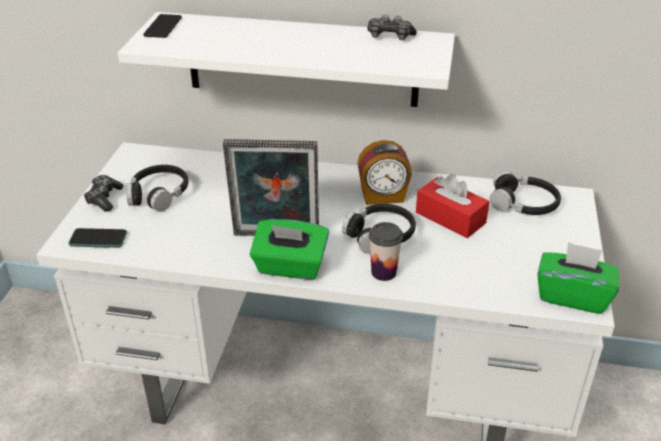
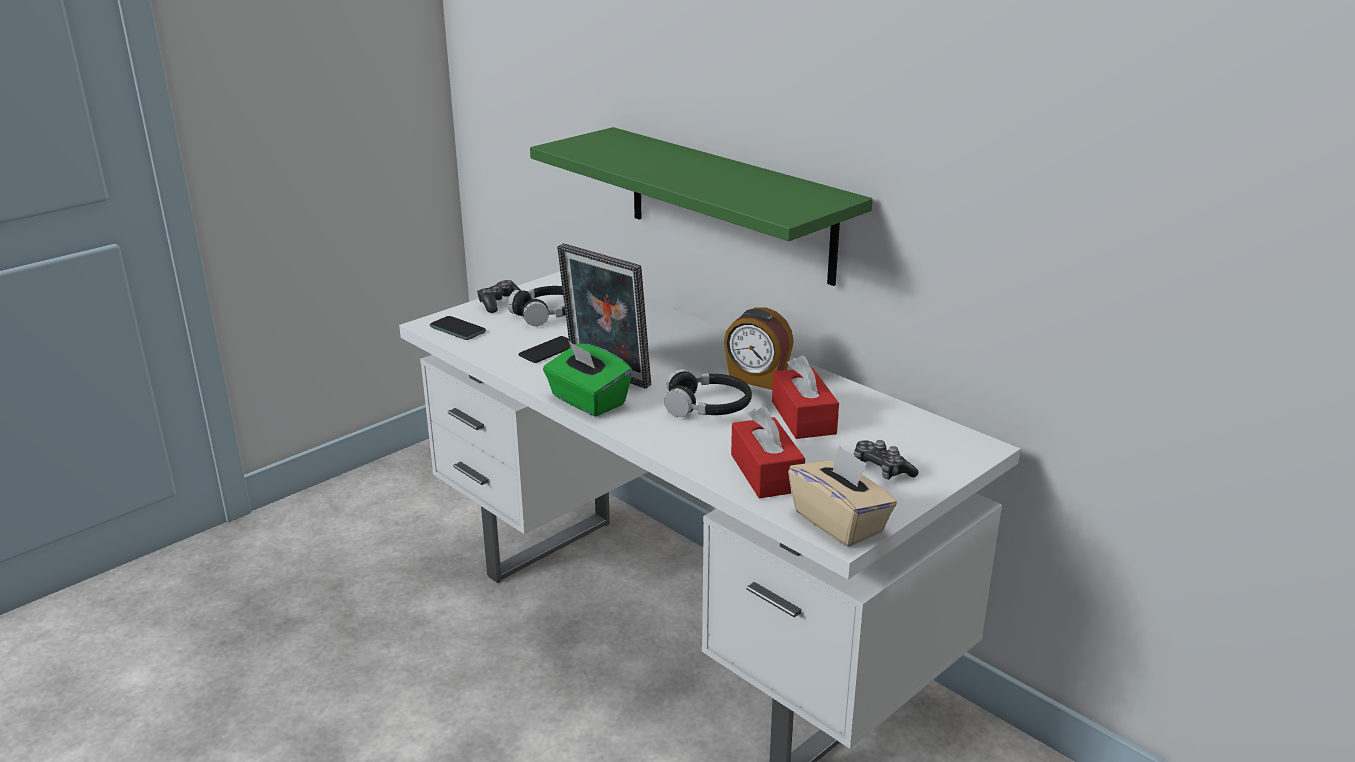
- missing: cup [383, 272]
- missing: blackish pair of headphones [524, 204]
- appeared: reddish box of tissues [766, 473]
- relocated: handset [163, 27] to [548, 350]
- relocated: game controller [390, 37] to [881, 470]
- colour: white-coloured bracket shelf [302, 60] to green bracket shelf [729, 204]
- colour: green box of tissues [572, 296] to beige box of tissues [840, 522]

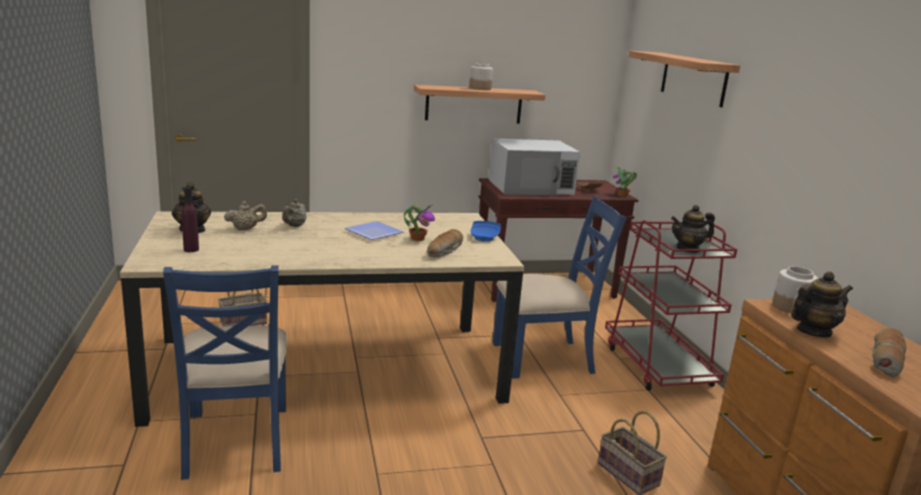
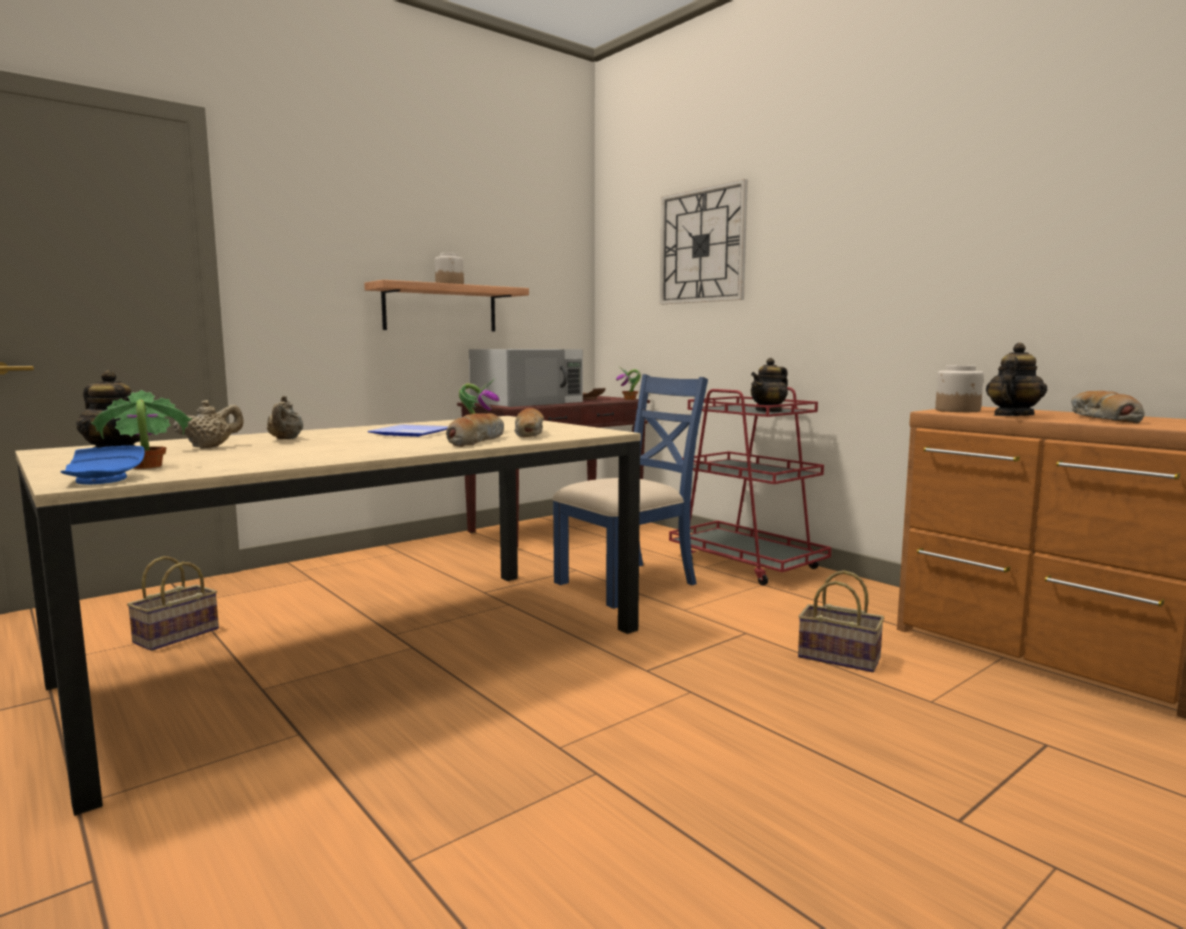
- missing: blue chair [235, 441]
- appeared: baked bread [476, 441]
- relocated: blue flat dish [484, 237] to [105, 479]
- exchanged: purple-coloured beverage bottle [191, 249] to houseplant [145, 466]
- exchanged: bracket shelf [693, 78] to clock on the wall [702, 246]

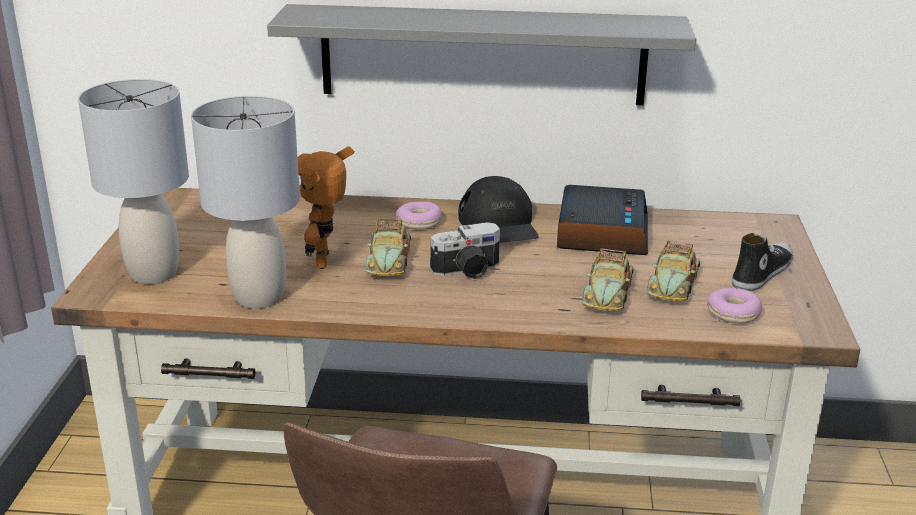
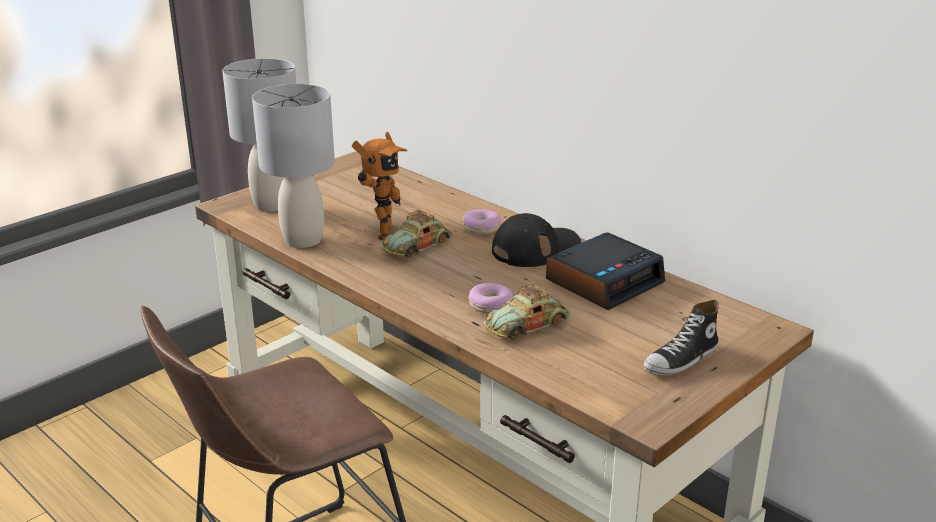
- missing: grey bracket shelf [483, 55]
- missing: photo camera [467, 271]
- missing: miniature car [673, 284]
- relocated: doughnut [733, 314] to [490, 305]
- spun: toy robot [329, 261] = [380, 233] 150 degrees clockwise
- spun: blackish baseball cap [499, 224] = [536, 248] 150 degrees counterclockwise
- spun: item of footwear [761, 273] = [681, 360] 150 degrees clockwise

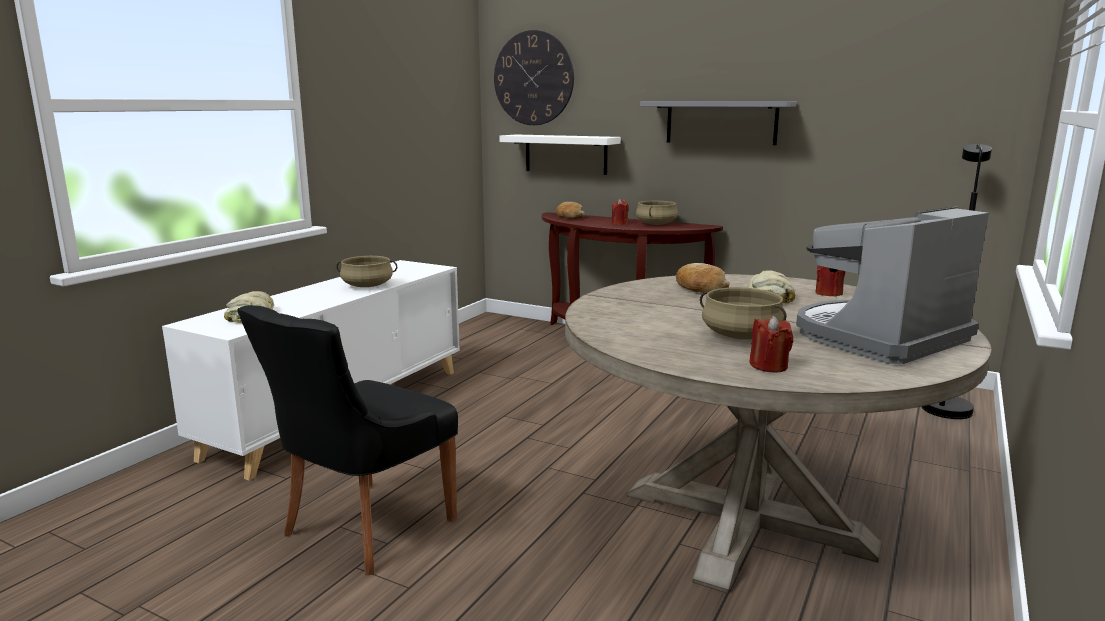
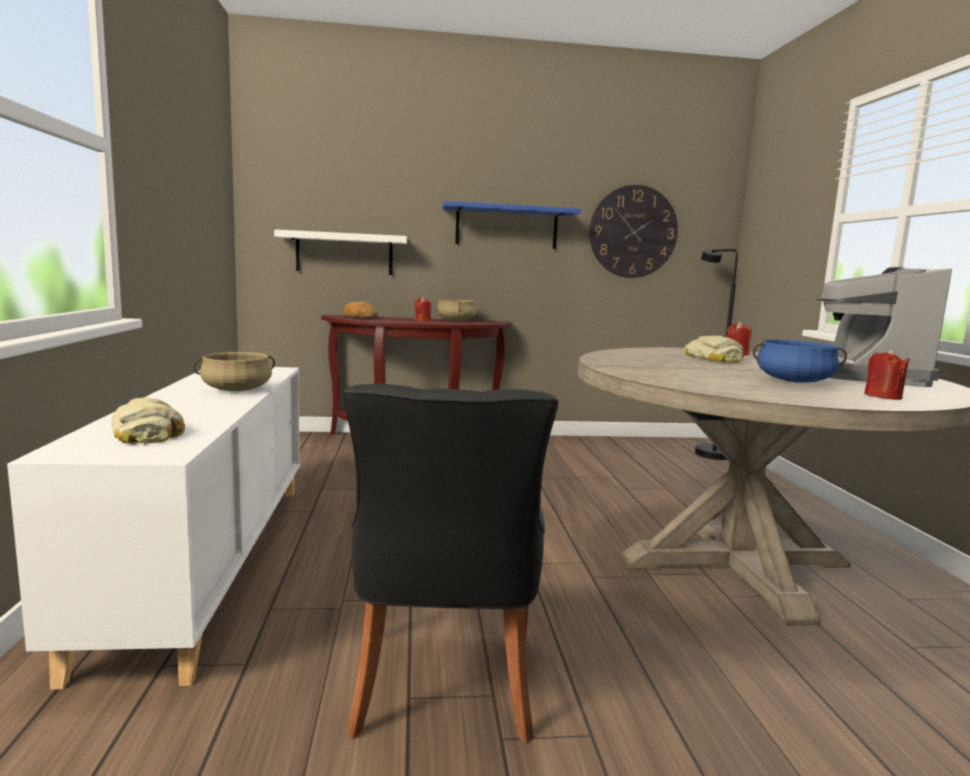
- missing: baked bread [700, 288]
- relocated: clock on the wall [533, 78] to [633, 232]
- colour: grey bracket shelf [721, 122] to blue bracket shelf [506, 227]
- colour: beige cooking pot [740, 336] to blue cooking pot [794, 381]

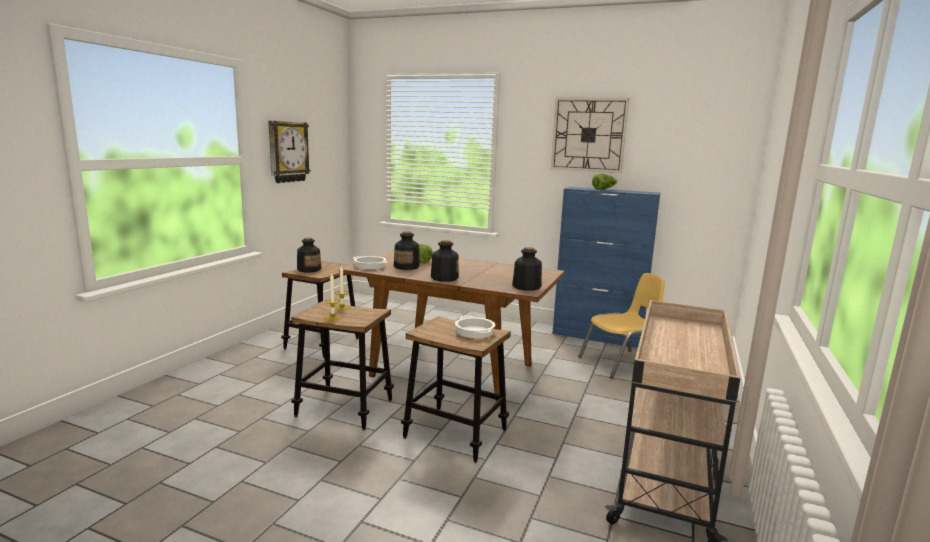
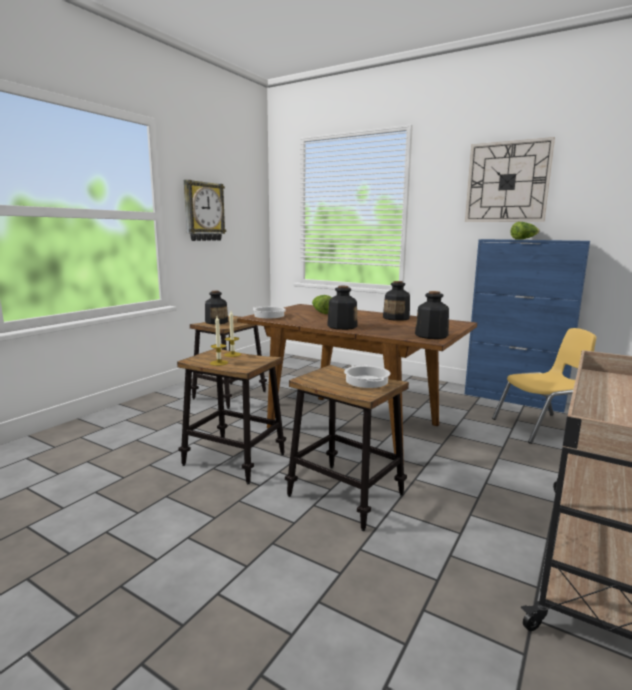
- relocated: beverage bottle [407, 267] to [396, 318]

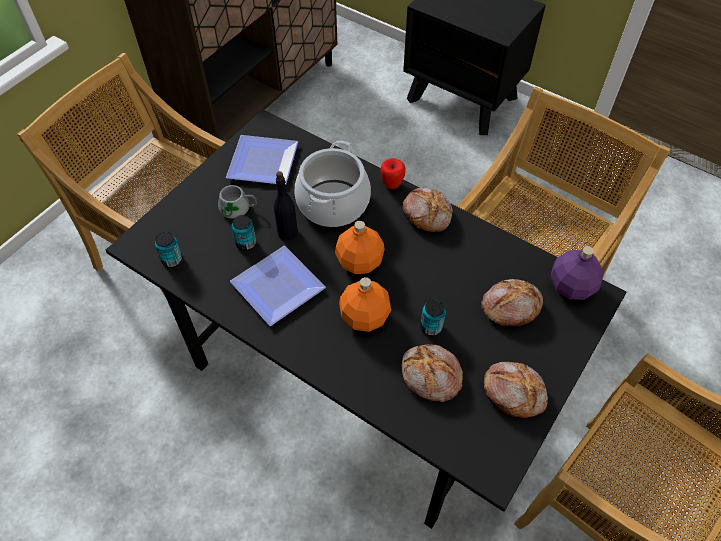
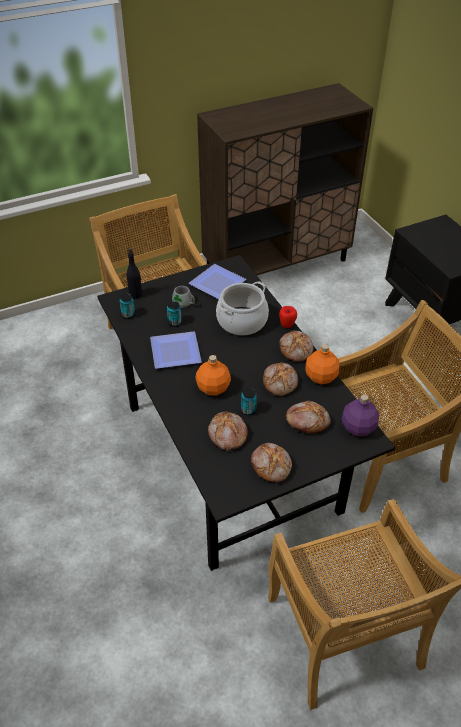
- appeared: baked bread [281, 383]
- relocated: blackish beverage bottle [288, 232] to [136, 294]
- relocated: orange-coloured beverage bottle [359, 262] to [320, 376]

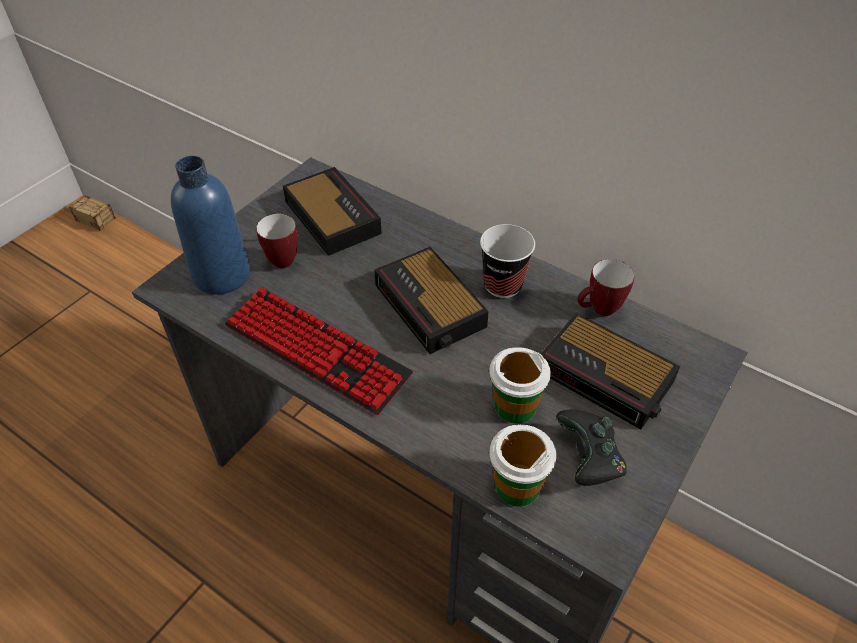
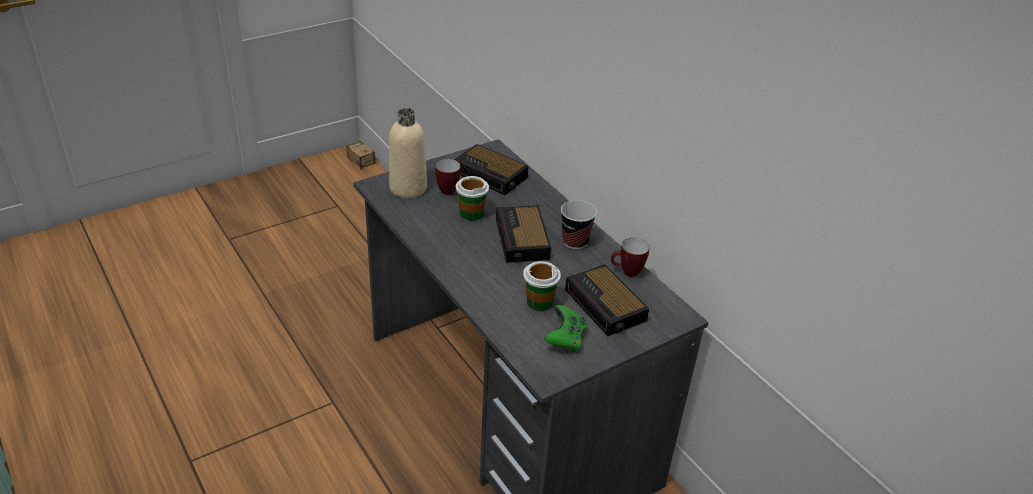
- missing: PC keyboard [316, 351]
- relocated: cup [517, 485] to [471, 213]
- colour: blue beverage bottle [221, 275] to beige beverage bottle [408, 188]
- colour: blackish game controller [589, 459] to green game controller [565, 339]
- spun: table clock [331, 216] = [491, 175] 135 degrees clockwise

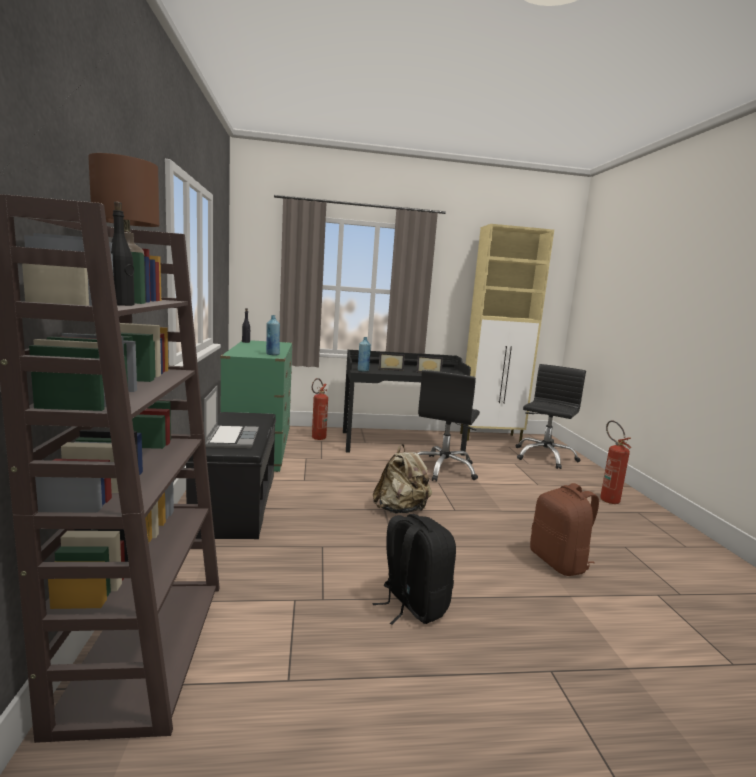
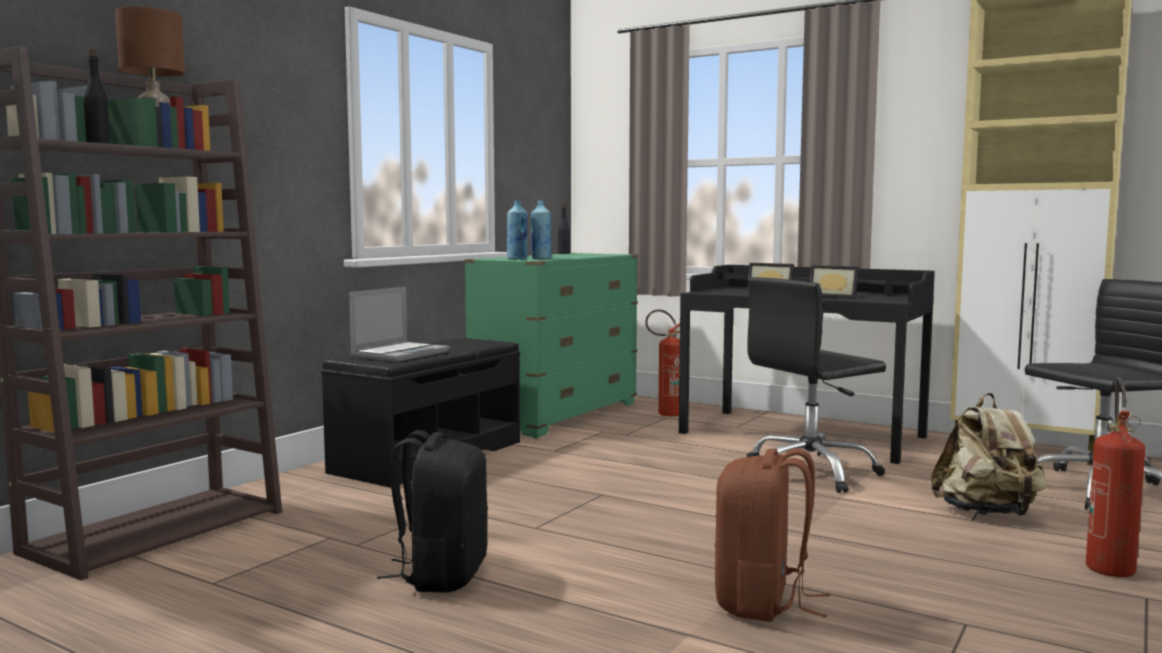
- relocated: blue beverage bottle [363, 370] to [517, 259]
- relocated: beige knapsack [401, 510] to [987, 513]

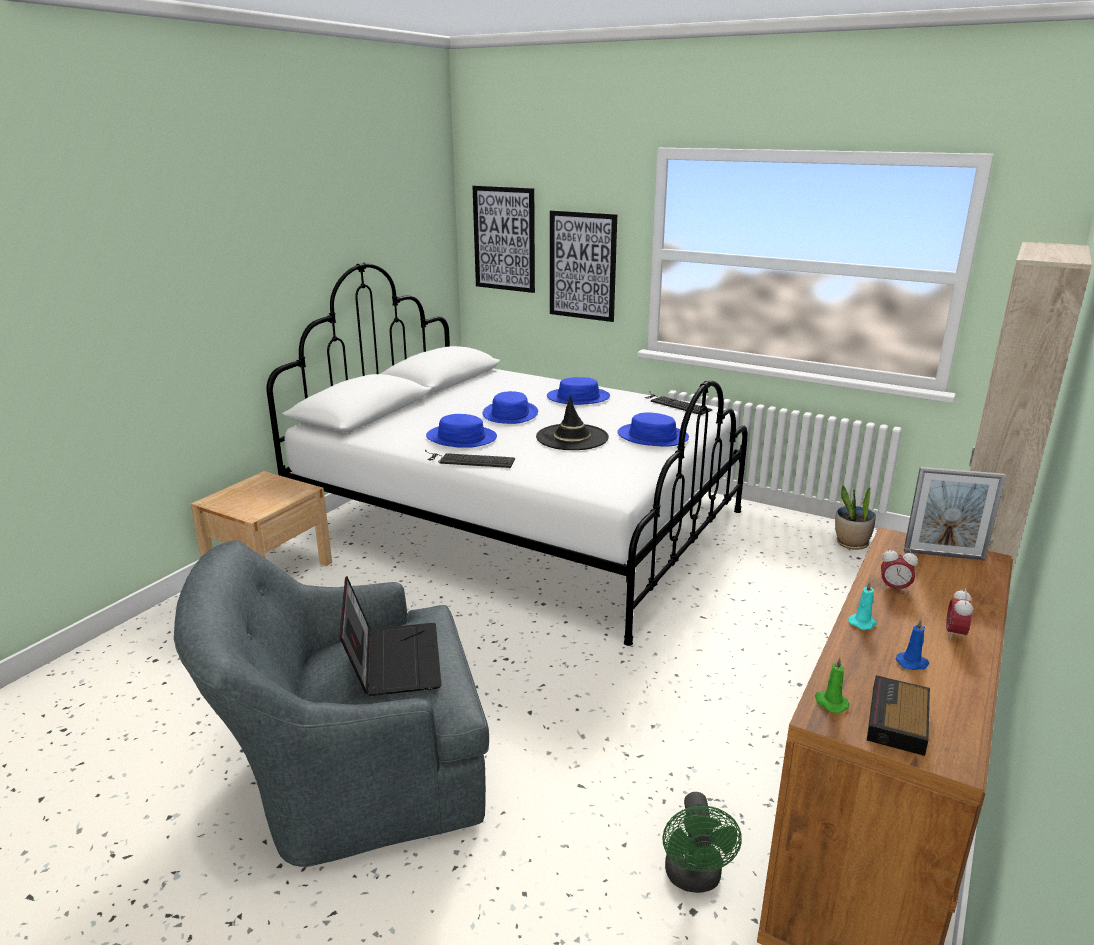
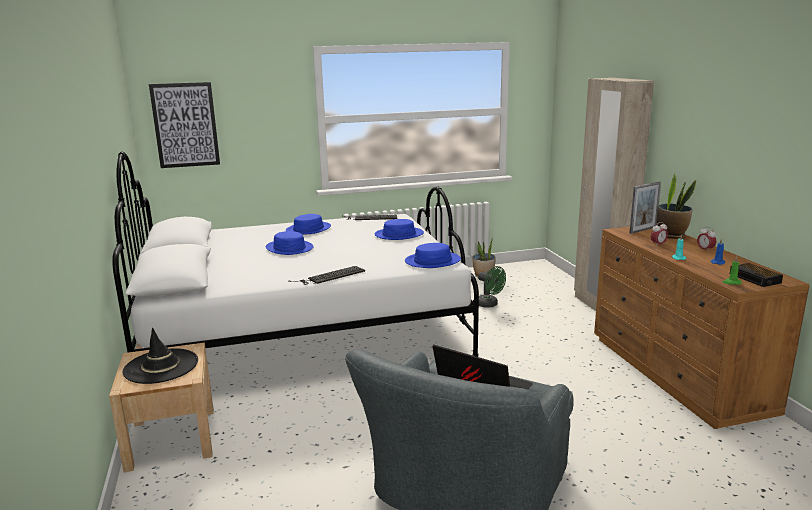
- missing: wall picture [582, 266]
- appeared: houseplant [671, 235]
- relocated: blue wearable hat [461, 438] to [432, 261]
- relocated: blackish wearable hat [572, 437] to [161, 366]
- relocated: green cooling fan [694, 879] to [489, 305]

